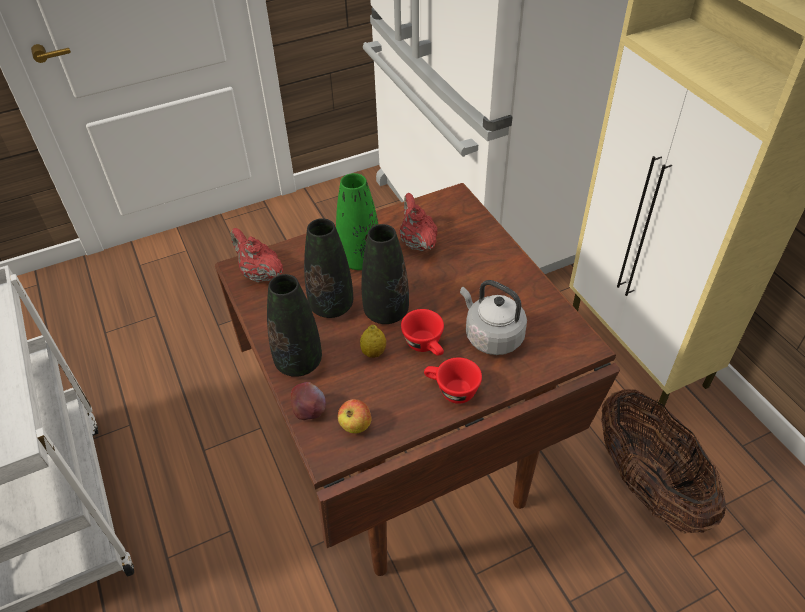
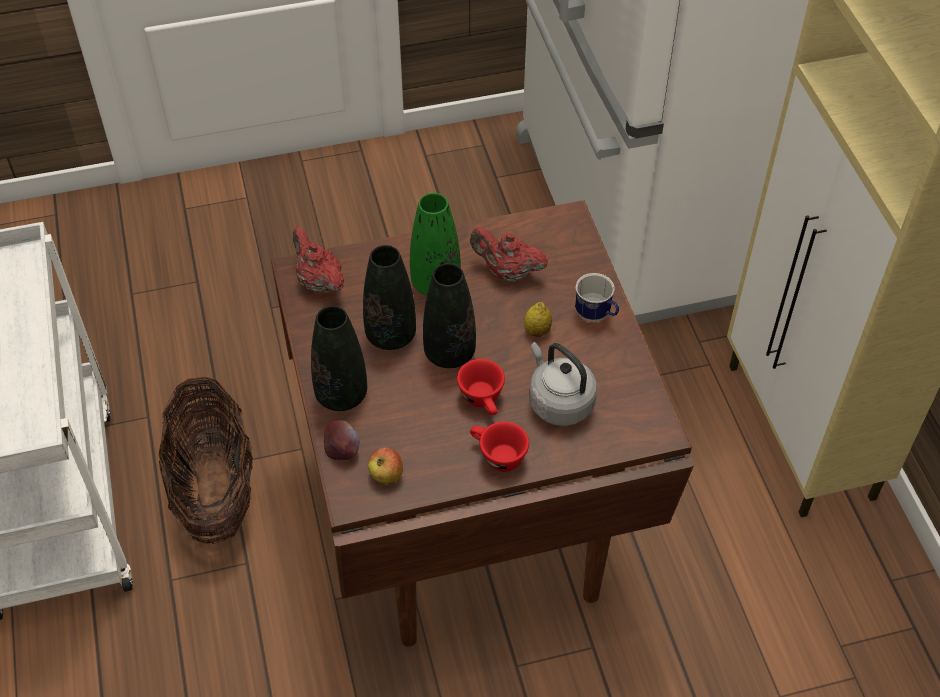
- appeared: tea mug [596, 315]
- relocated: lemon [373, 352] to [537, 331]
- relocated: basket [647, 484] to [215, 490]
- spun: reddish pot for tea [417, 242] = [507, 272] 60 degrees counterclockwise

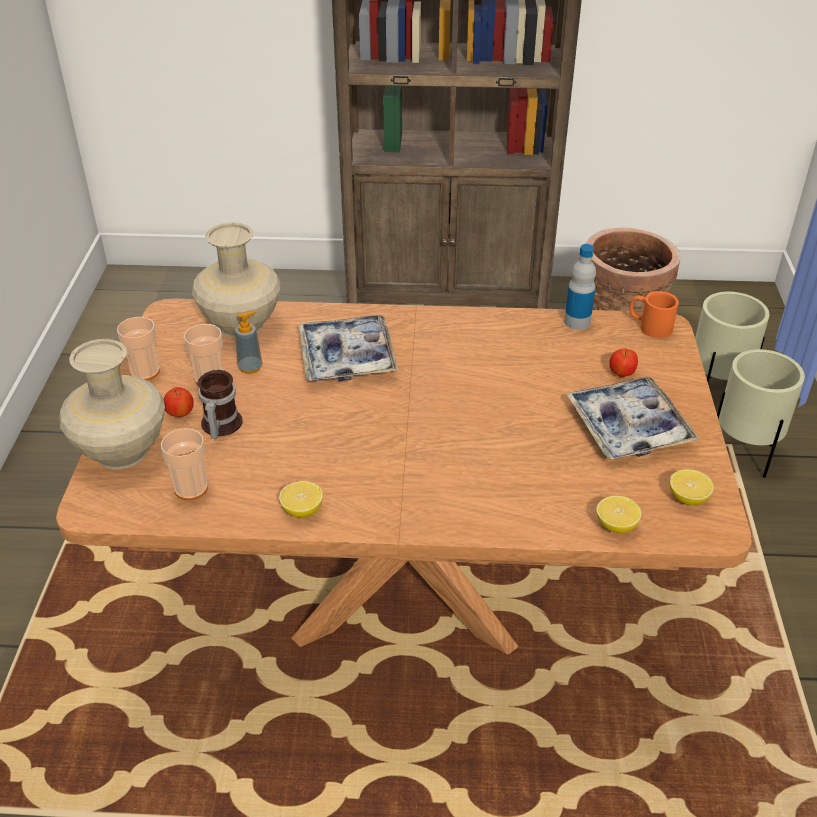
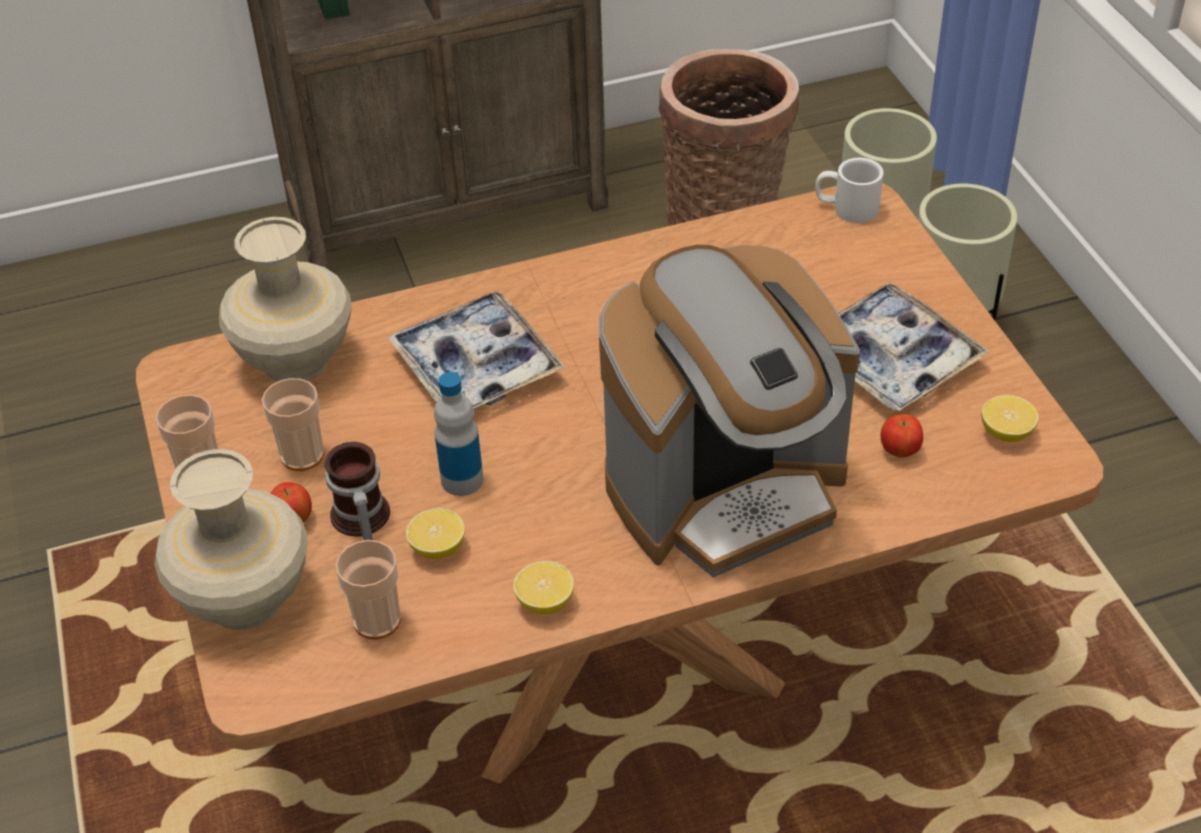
- missing: soap dispenser [250, 367]
- appeared: coffee maker [727, 491]
- relocated: beverage bottle [577, 322] to [462, 480]
- relocated: lemon [616, 525] to [438, 548]
- relocated: apple fruit [621, 374] to [899, 451]
- colour: orange-coloured tea mug [649, 326] to white-coloured tea mug [846, 208]

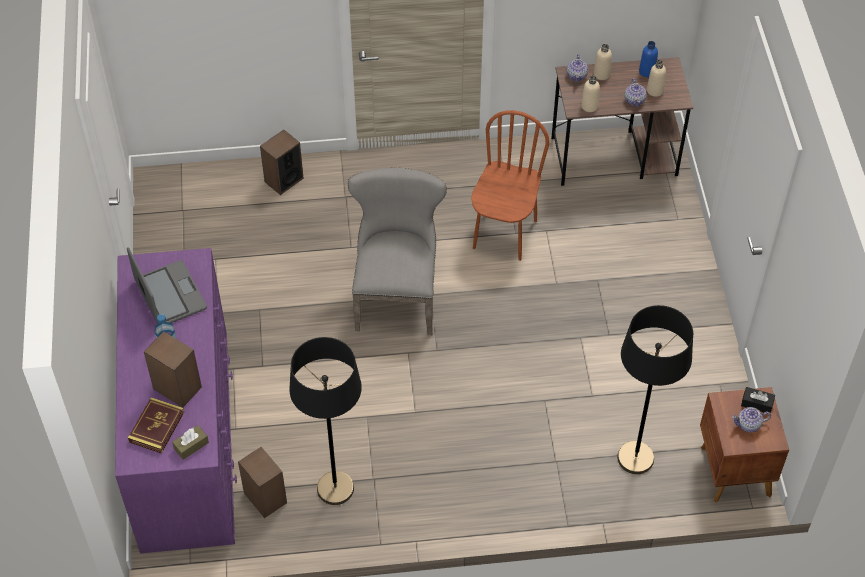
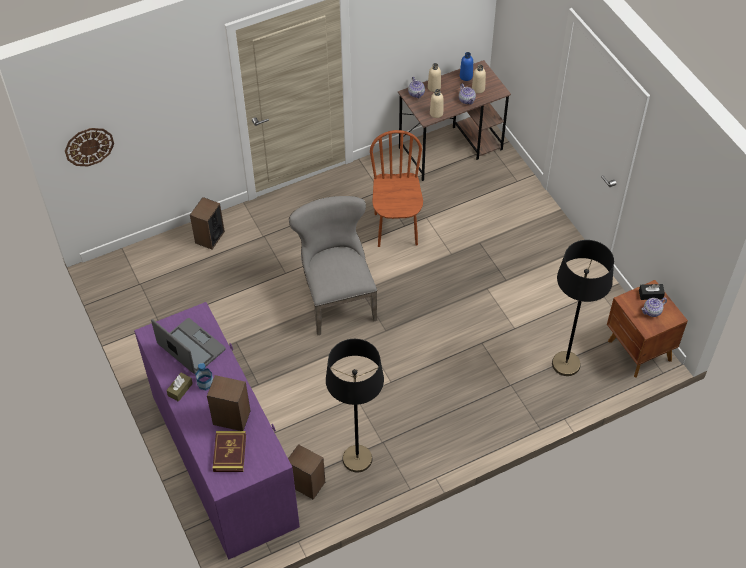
- appeared: clock on the wall [89, 146]
- relocated: brownish box of tissues [191, 445] to [180, 389]

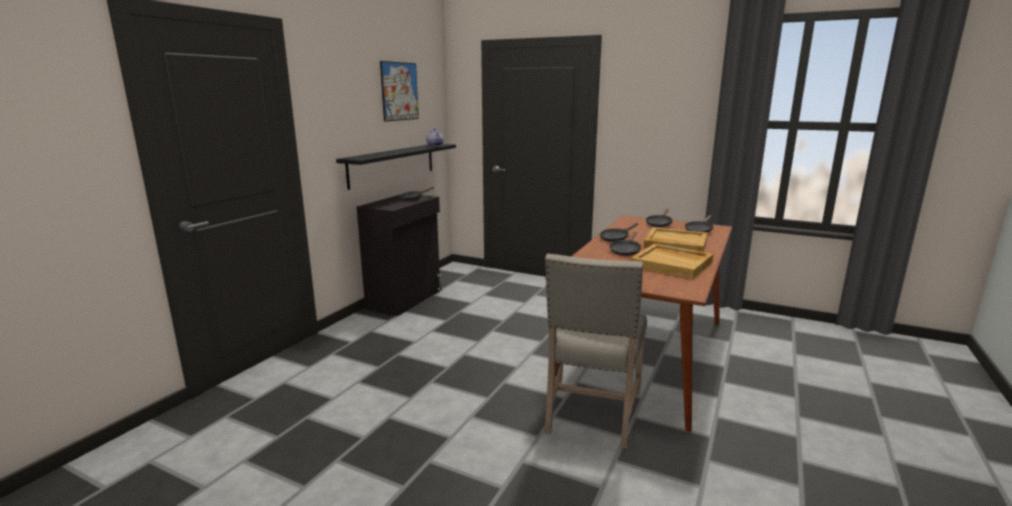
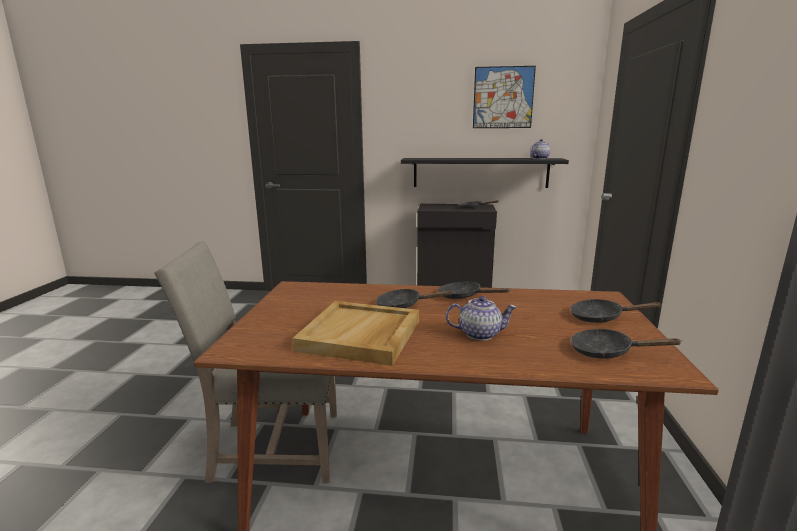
- exchanged: beige serving tray [675, 243] to pot for tea [480, 334]

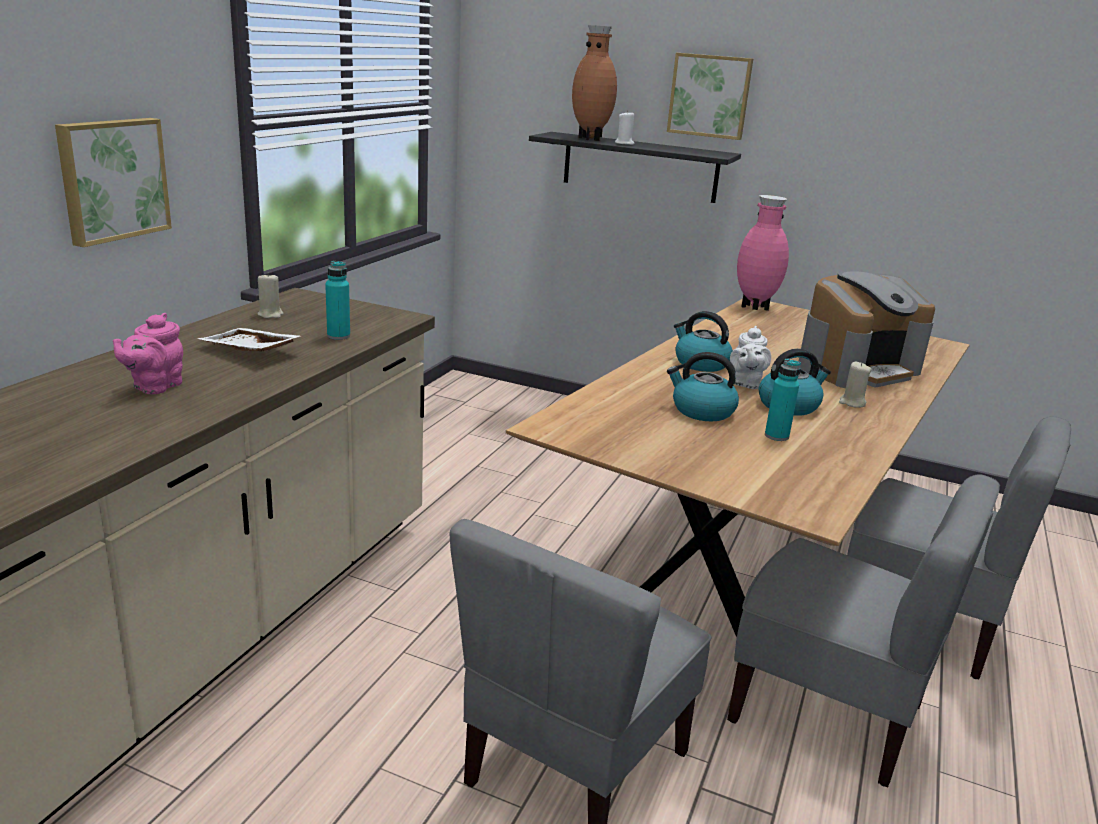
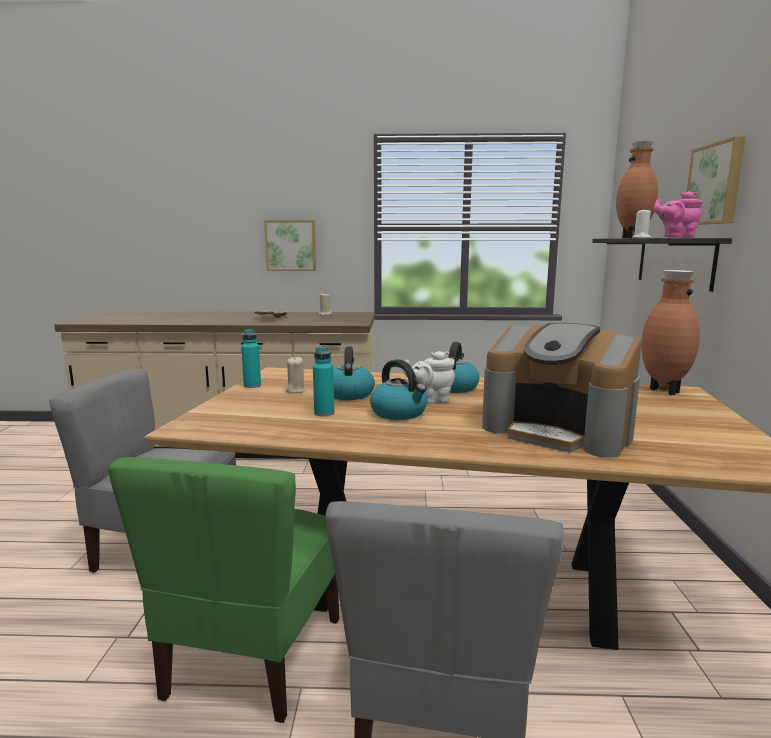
- relocated: pinkish pot for tea [154, 387] to [676, 237]
- relocated: blue-green beverage bottle [338, 336] to [252, 385]
- relocated: beige wax candle [852, 403] to [295, 391]
- colour: grey chair [828, 711] to green chair [252, 657]
- colour: pinkish decorative vase [754, 308] to brownish decorative vase [662, 391]

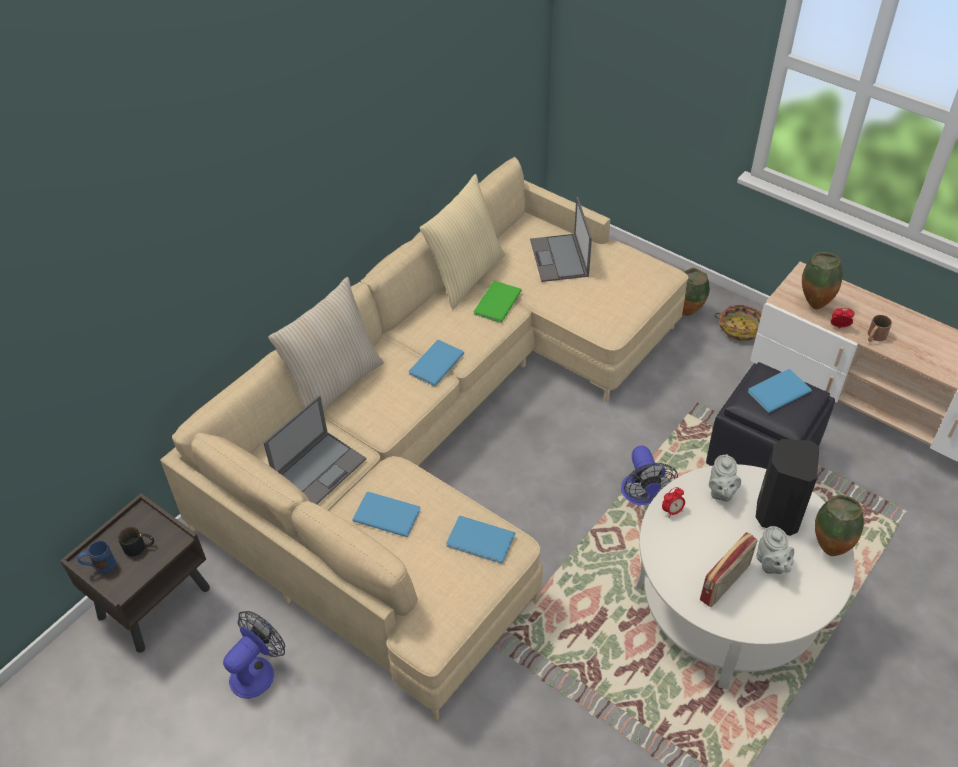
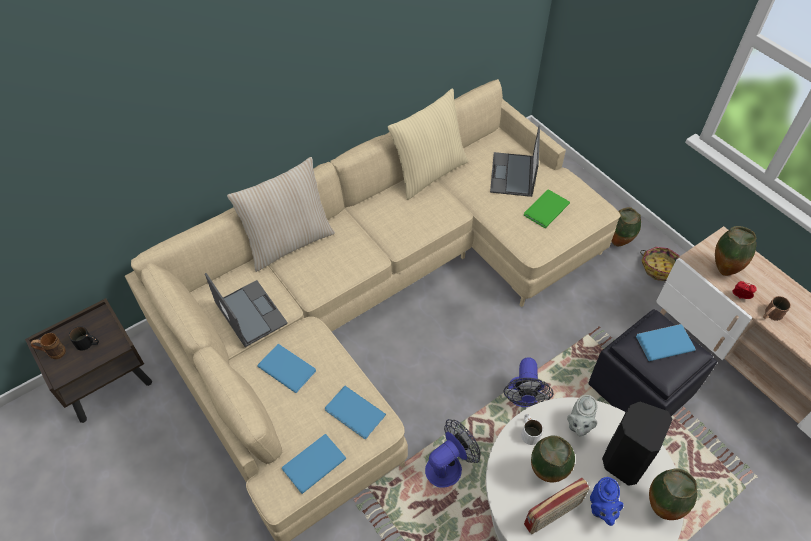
- appeared: decorative vase [546, 475]
- relocated: cooling fan [257, 670] to [449, 465]
- relocated: blue volume [434, 364] to [312, 463]
- relocated: green volume [495, 303] to [544, 209]
- exchanged: table clock [672, 511] to white-coloured tea mug [529, 431]
- colour: blue tea mug [101, 567] to brownish tea mug [53, 353]
- colour: grey pot for tea [771, 565] to blue pot for tea [601, 508]
- spun: notebook computer [320, 468] = [250, 313] 90 degrees counterclockwise

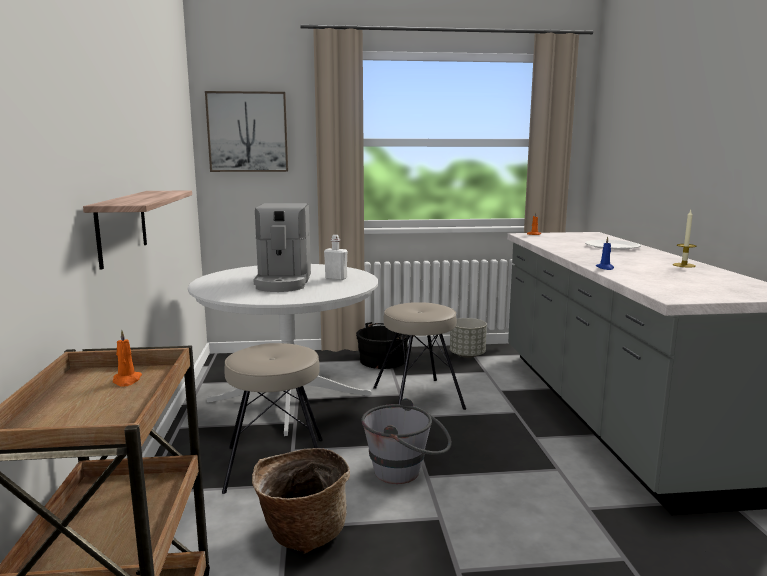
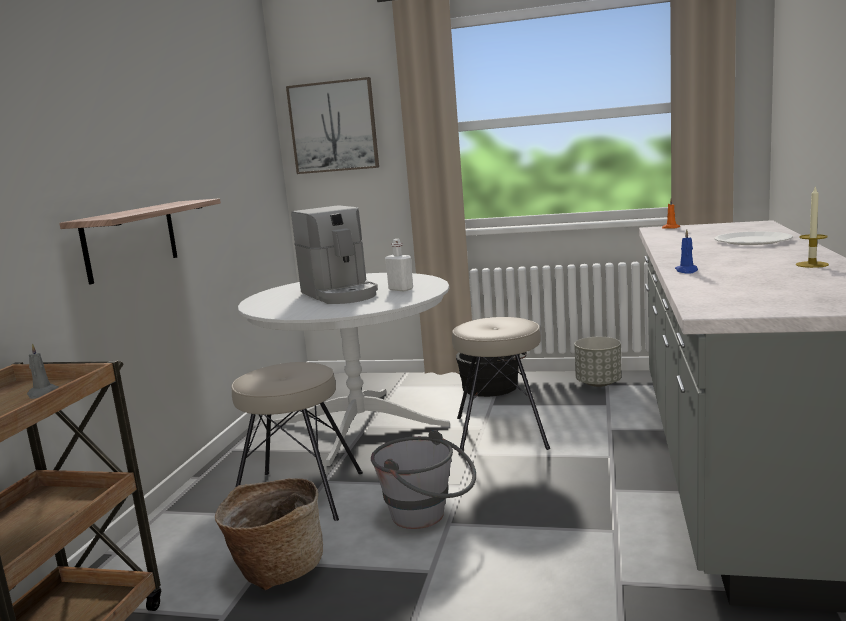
- colour: orange-coloured wax candle [126, 380] to grey wax candle [42, 393]
- spun: coffee maker [283, 282] = [340, 294] 45 degrees counterclockwise

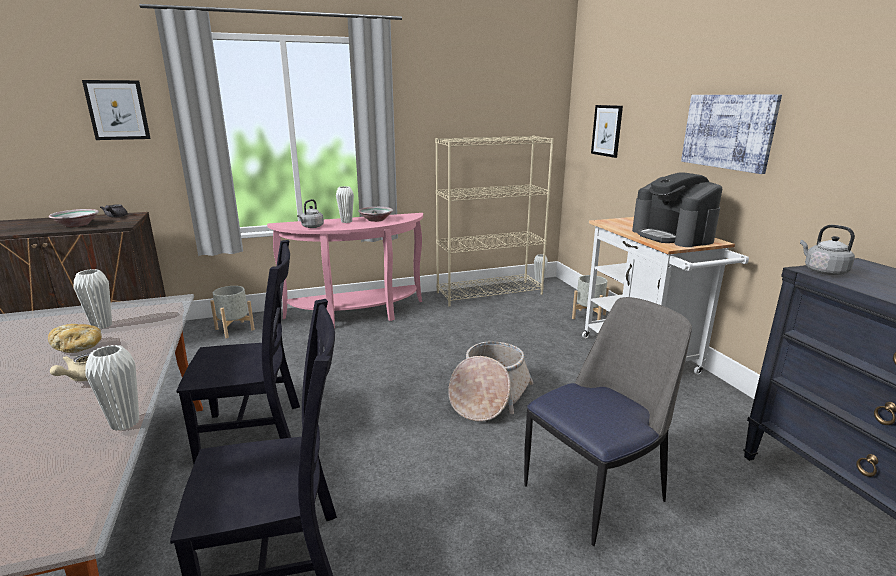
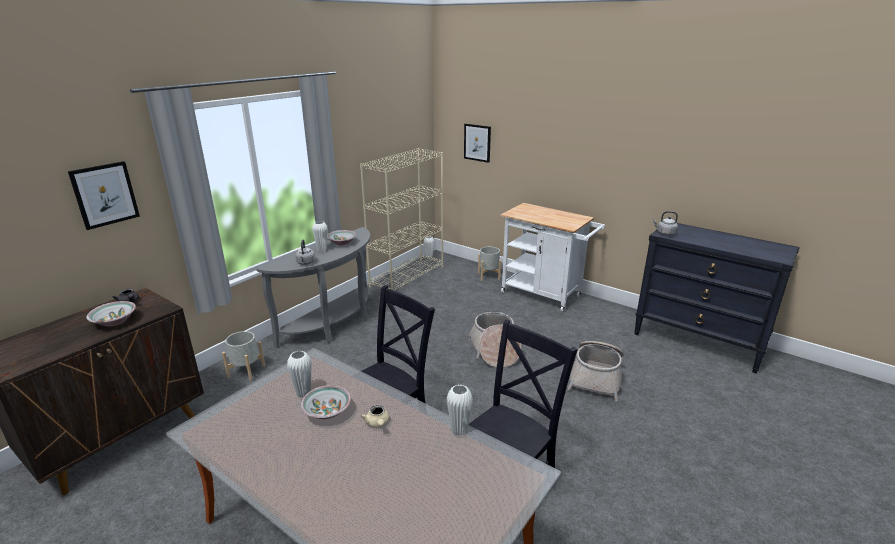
- missing: coffee maker [672, 236]
- missing: wall picture [728, 131]
- exchanged: baked bread [79, 348] to bowl [327, 411]
- exchanged: chair [596, 491] to basket [596, 377]
- colour: pinkish hall table [357, 316] to grey hall table [334, 325]

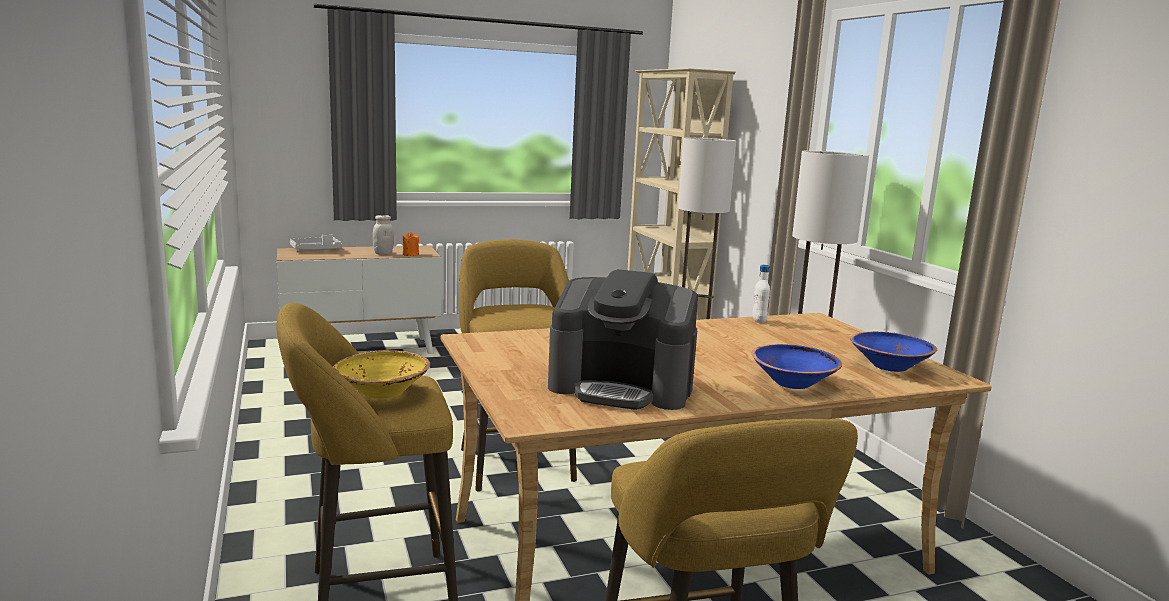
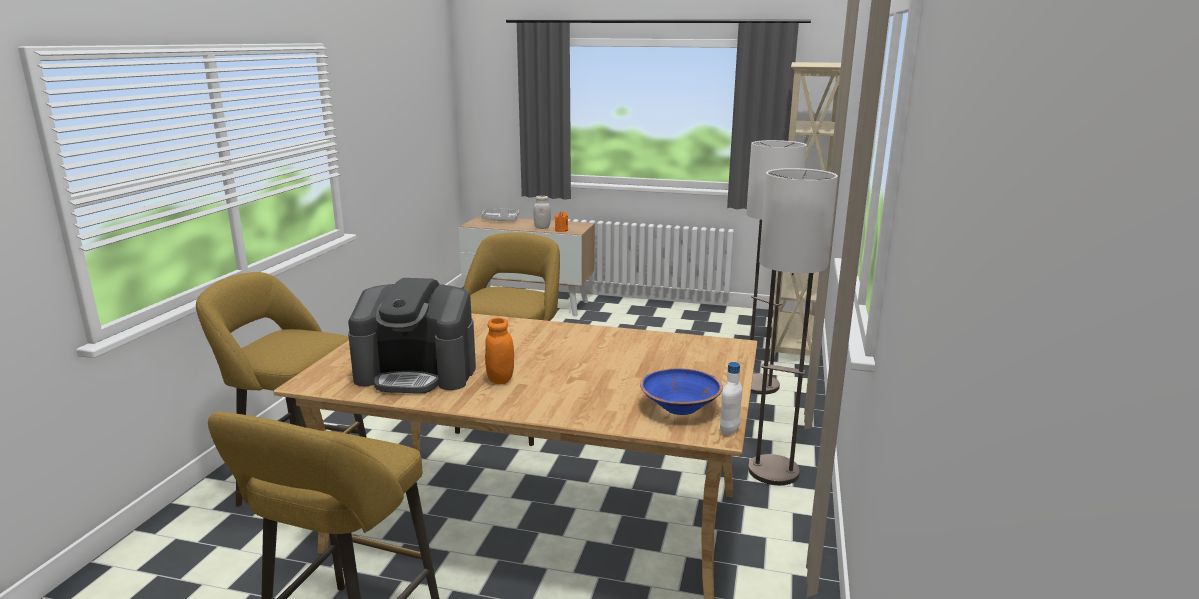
- missing: yellow-coloured bowl [383, 392]
- missing: blue bowl [793, 383]
- appeared: orange-coloured preserve jar [500, 379]
- relocated: white-coloured beverage bottle [759, 321] to [729, 430]
- spun: coffee maker [622, 387] = [417, 373] 45 degrees counterclockwise

